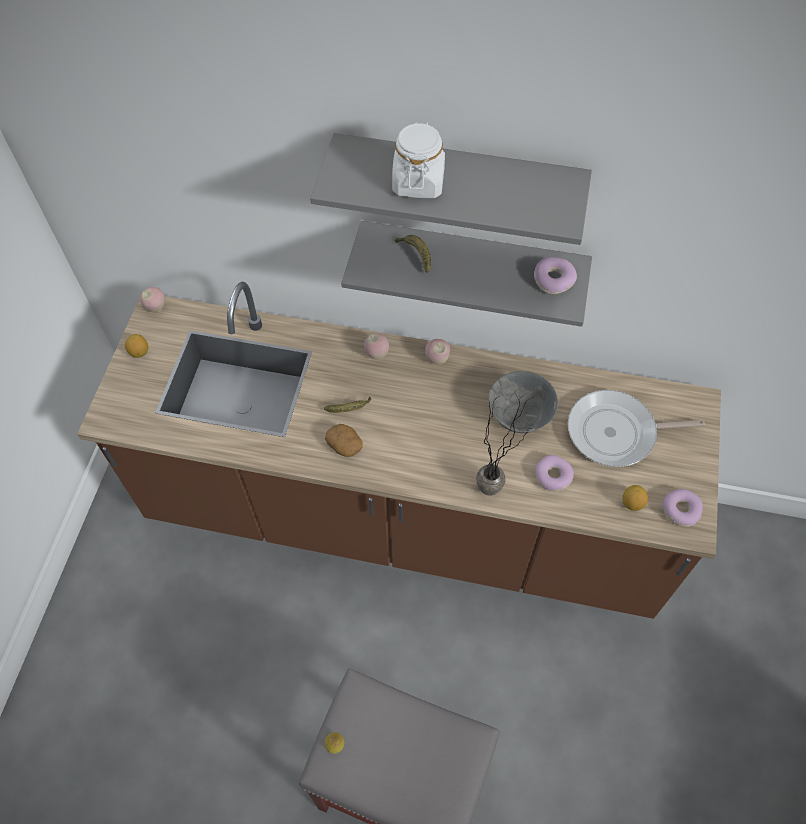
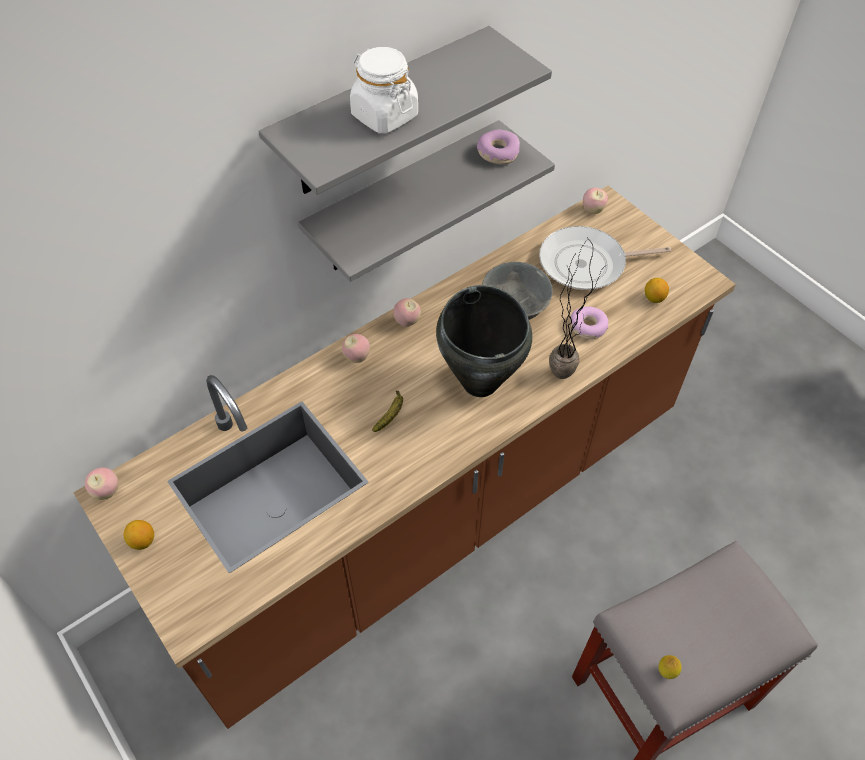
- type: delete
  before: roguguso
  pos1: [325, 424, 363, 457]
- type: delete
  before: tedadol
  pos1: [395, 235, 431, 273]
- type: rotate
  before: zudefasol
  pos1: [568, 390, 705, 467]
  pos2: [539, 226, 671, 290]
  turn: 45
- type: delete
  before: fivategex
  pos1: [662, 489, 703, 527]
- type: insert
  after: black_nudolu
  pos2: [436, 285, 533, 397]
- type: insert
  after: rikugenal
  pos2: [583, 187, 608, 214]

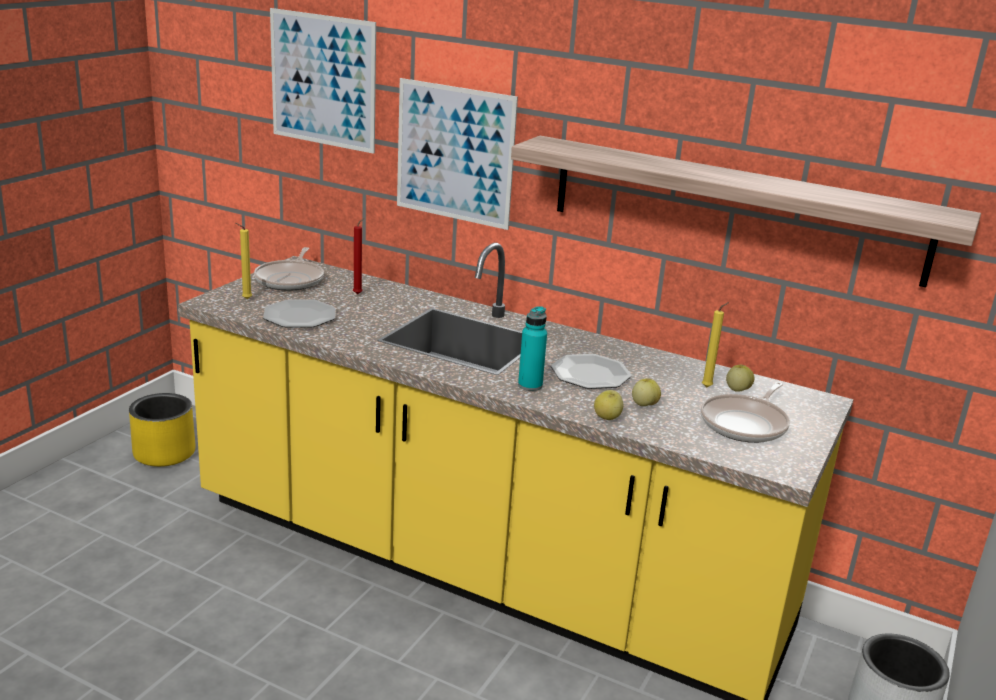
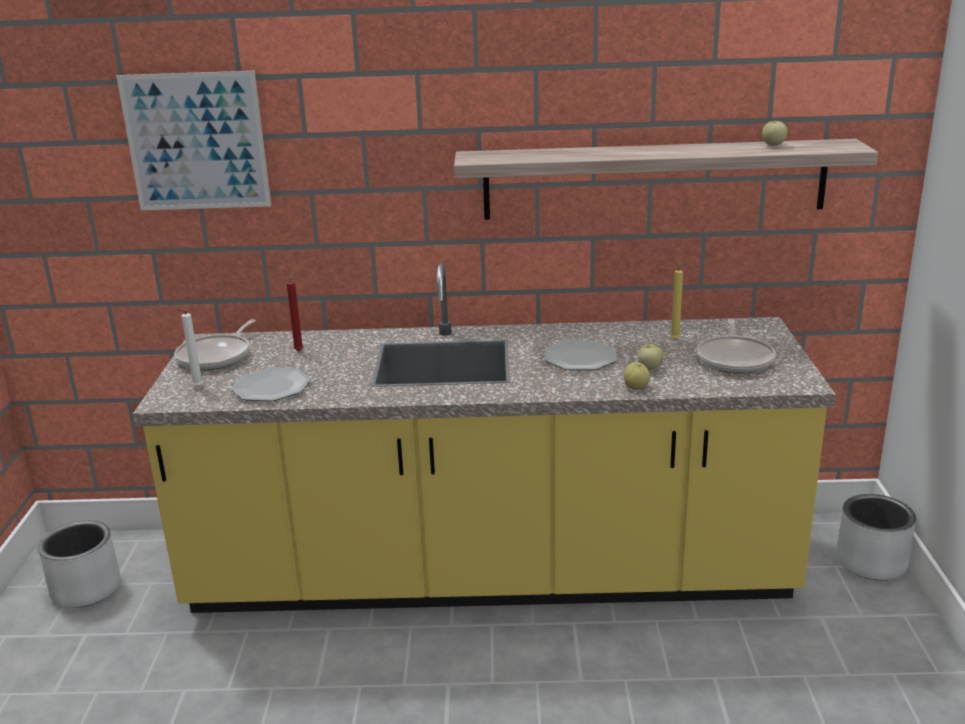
- type: recolor
  before: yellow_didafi
  after: grey_didafi
  pos1: [129, 393, 196, 467]
  pos2: [38, 521, 121, 608]
- type: recolor
  before: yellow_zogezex
  after: white_zogezex
  pos1: [235, 223, 252, 299]
  pos2: [177, 309, 203, 387]
- type: rotate
  before: zudefasol
  pos1: [254, 247, 324, 291]
  pos2: [174, 319, 256, 370]
  turn: 45
- type: delete
  before: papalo
  pos1: [397, 78, 518, 230]
- type: delete
  before: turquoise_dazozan
  pos1: [518, 306, 547, 391]
- type: move
  before: rikugenal
  pos1: [726, 365, 754, 392]
  pos2: [762, 121, 787, 146]

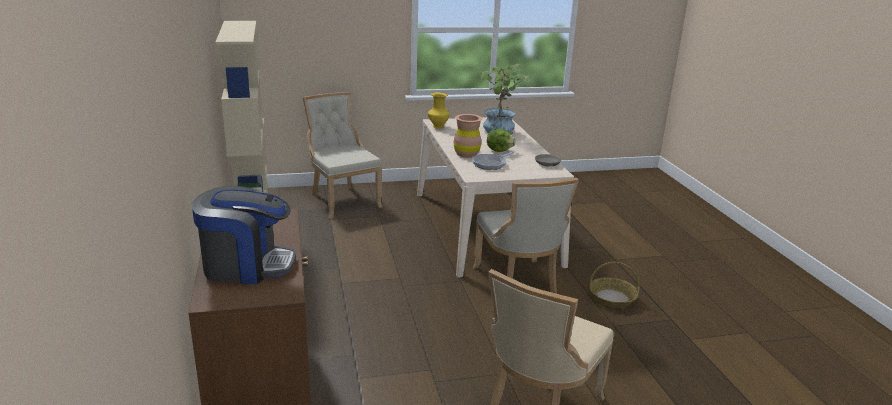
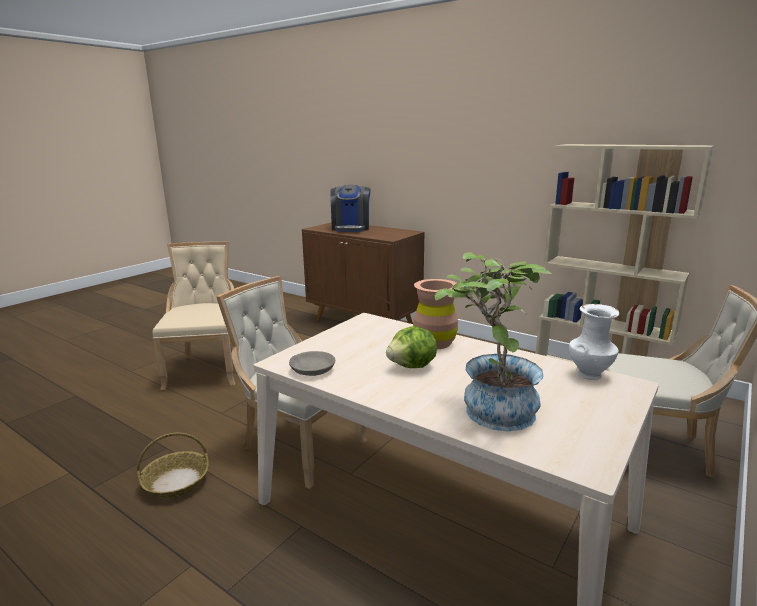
- type: rotate
  before: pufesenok
  pos1: [192, 186, 296, 284]
  pos2: [330, 184, 371, 232]
  turn: -45
- type: recolor
  before: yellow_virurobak
  after: white_virurobak
  pos1: [428, 92, 450, 129]
  pos2: [569, 304, 619, 380]
- type: delete
  before: zudefasol
  pos1: [473, 152, 514, 170]

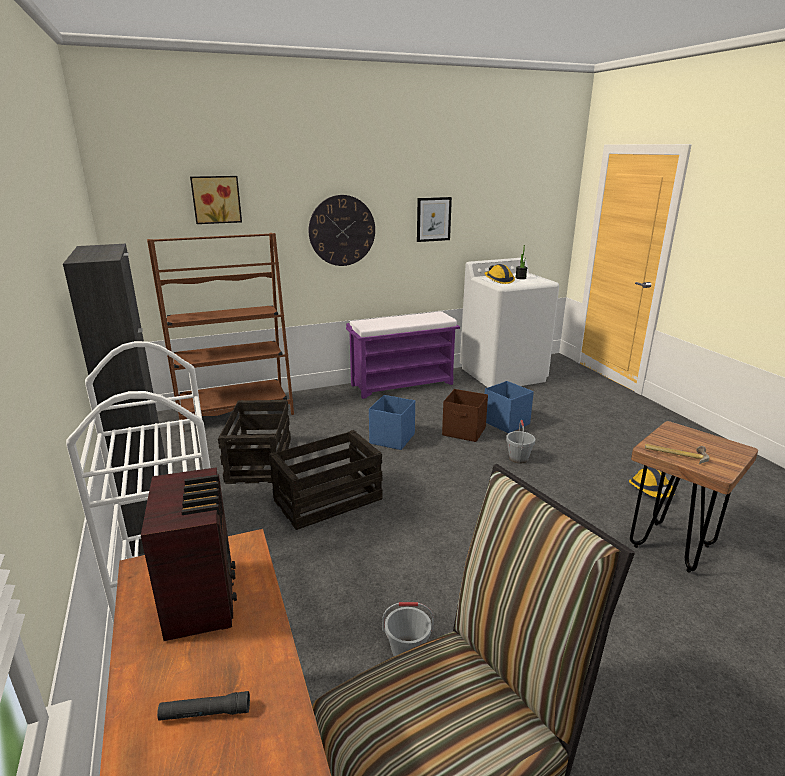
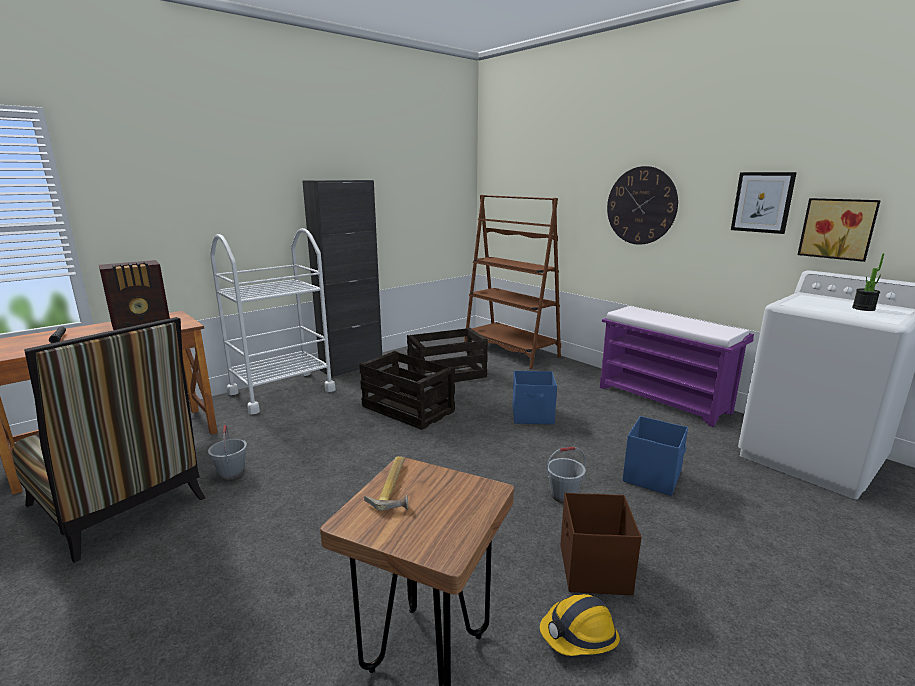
- type: move
  before: papalo
  pos1: [190, 176, 242, 224]
  pos2: [798, 198, 881, 262]
- type: move
  before: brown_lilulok
  pos1: [442, 389, 488, 442]
  pos2: [560, 493, 641, 595]
- type: delete
  before: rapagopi
  pos1: [484, 264, 515, 284]

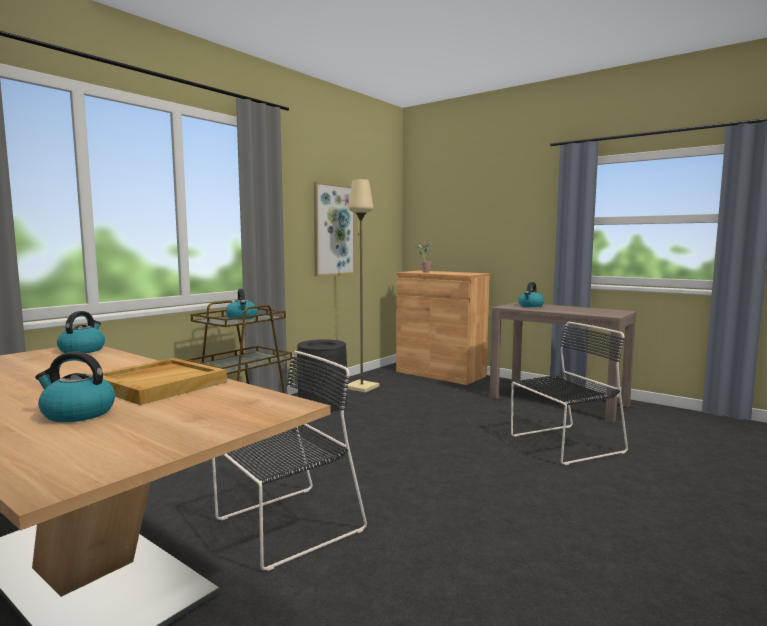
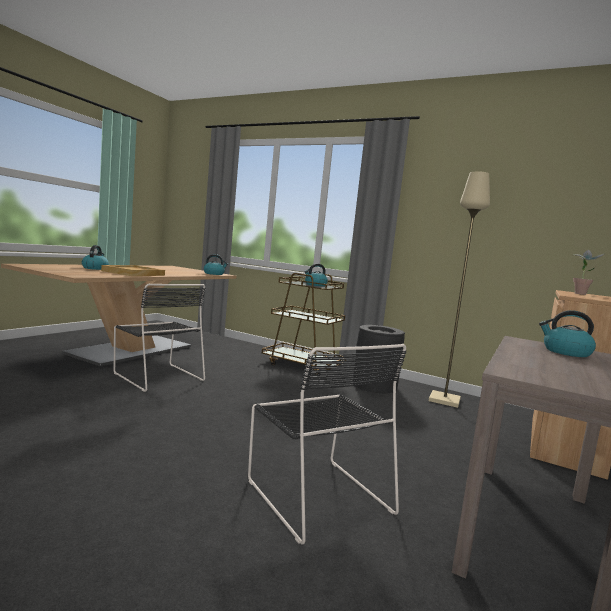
- type: delete
  before: papalo
  pos1: [314, 181, 355, 277]

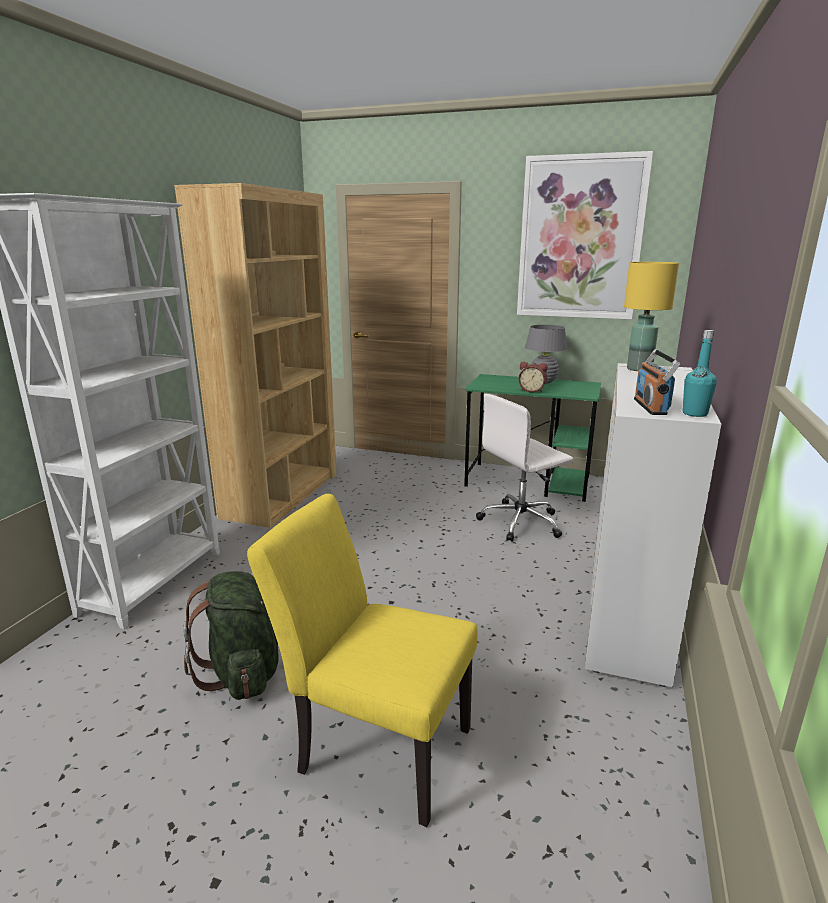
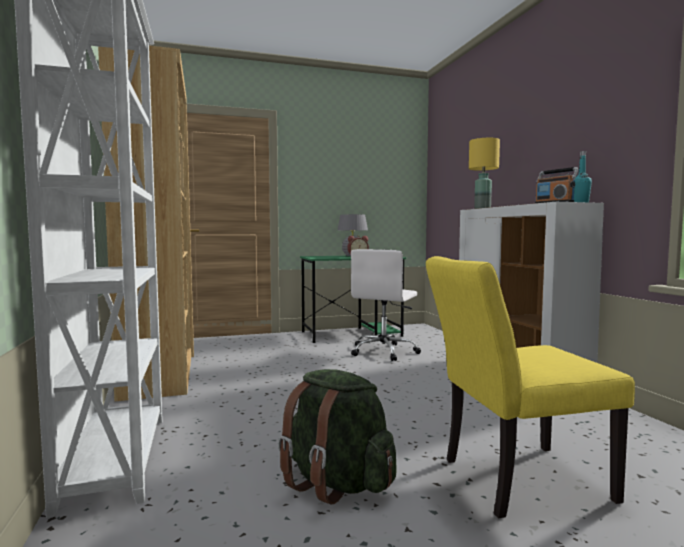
- type: delete
  before: papalo
  pos1: [517, 151, 653, 319]

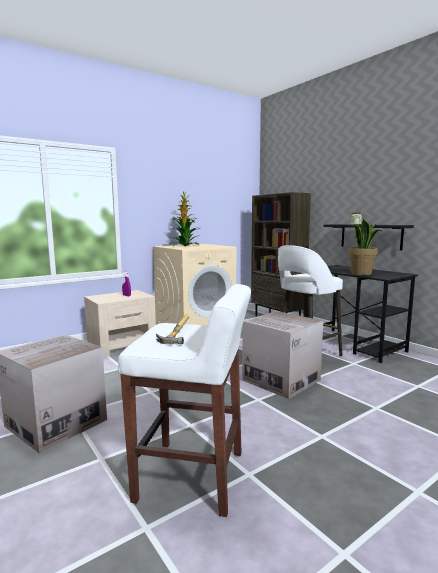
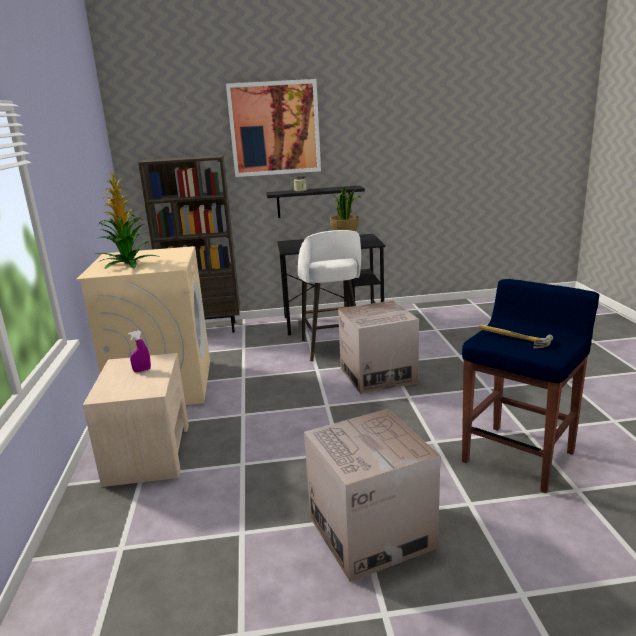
- type: recolor
  before: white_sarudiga
  after: blue_sarudiga
  pos1: [118, 284, 251, 517]
  pos2: [462, 279, 599, 493]
- type: insert
  after: papalo
  pos2: [226, 79, 321, 177]

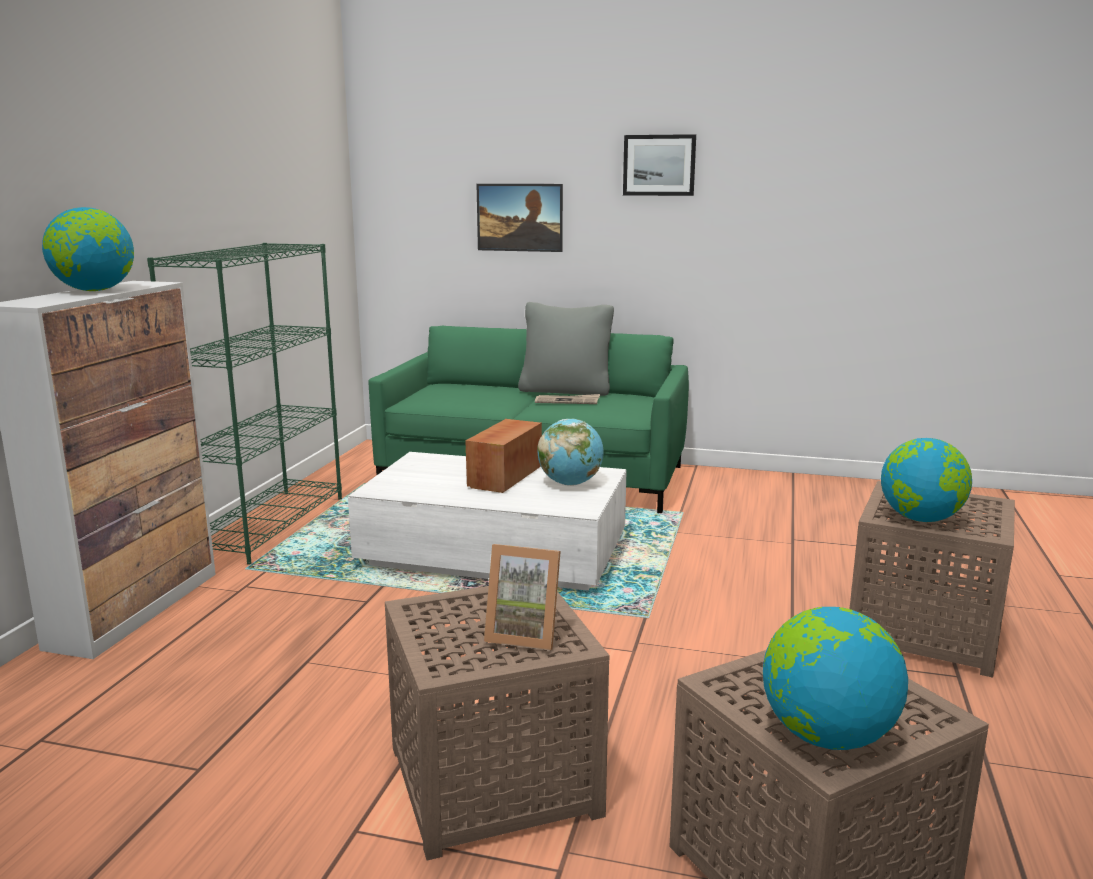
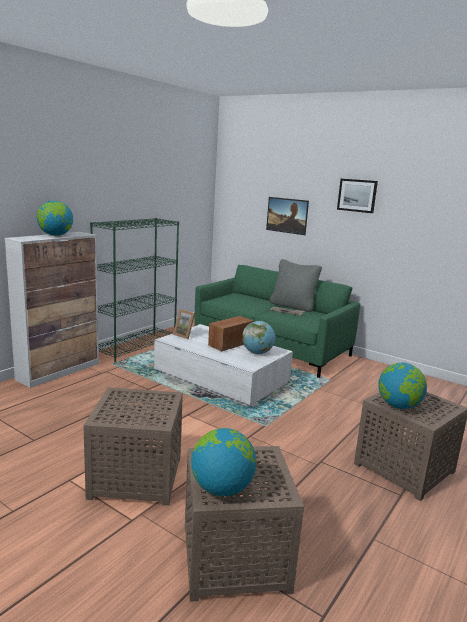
- type: move
  before: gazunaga
  pos1: [484, 544, 561, 651]
  pos2: [173, 309, 195, 339]

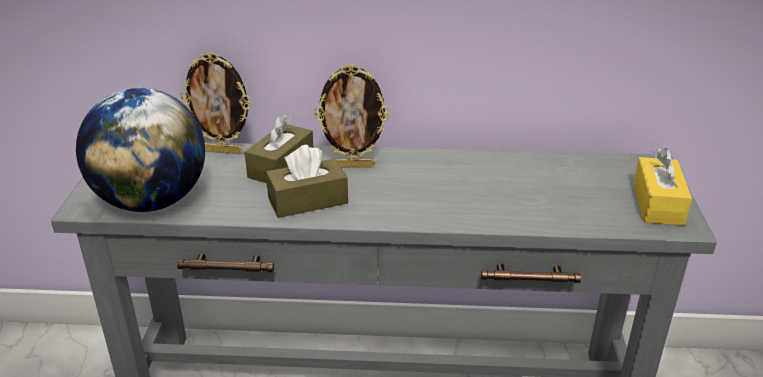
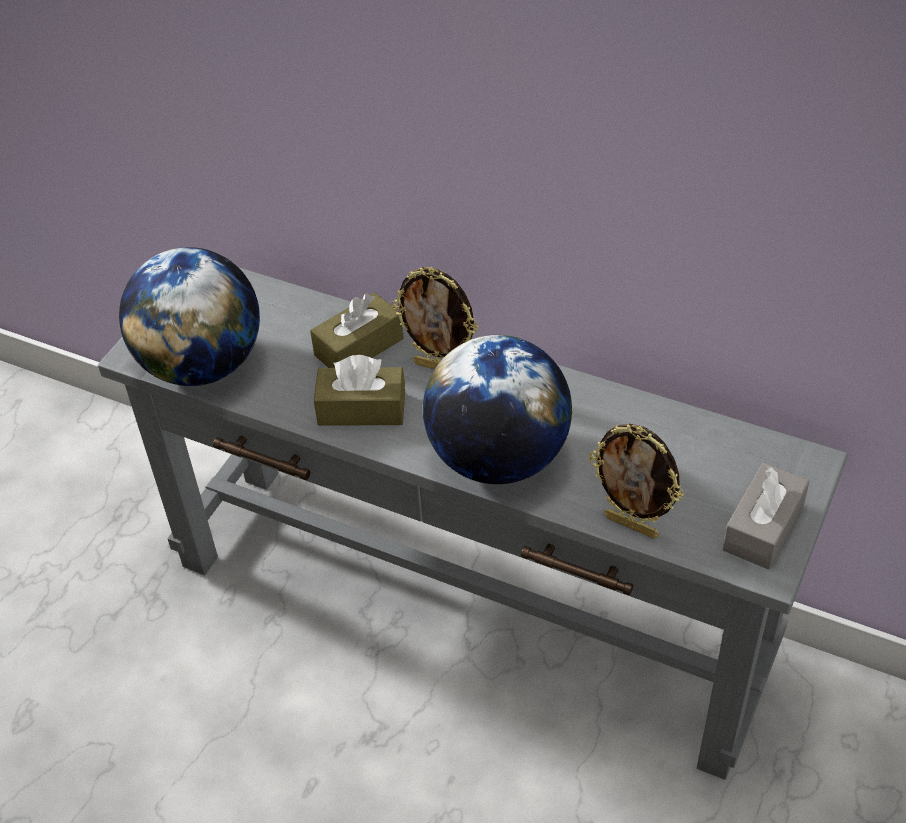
- type: move
  before: gazunaga
  pos1: [180, 52, 251, 154]
  pos2: [589, 424, 684, 539]
- type: recolor
  before: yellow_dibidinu
  after: grey_dibidinu
  pos1: [633, 148, 692, 226]
  pos2: [723, 463, 810, 570]
- type: insert
  after: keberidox
  pos2: [423, 335, 572, 484]

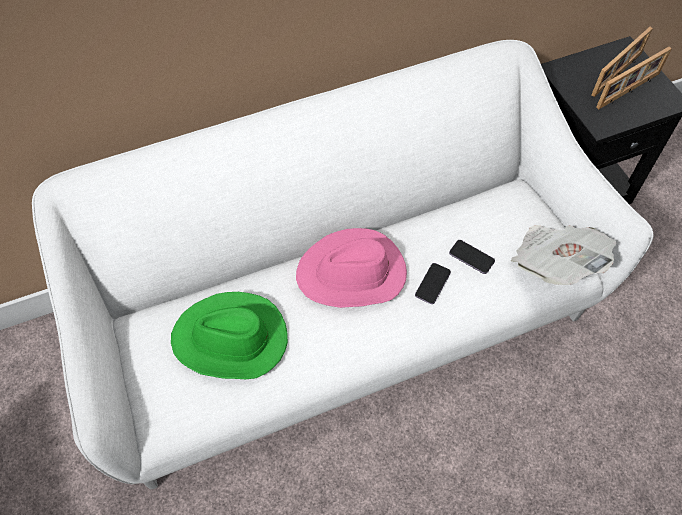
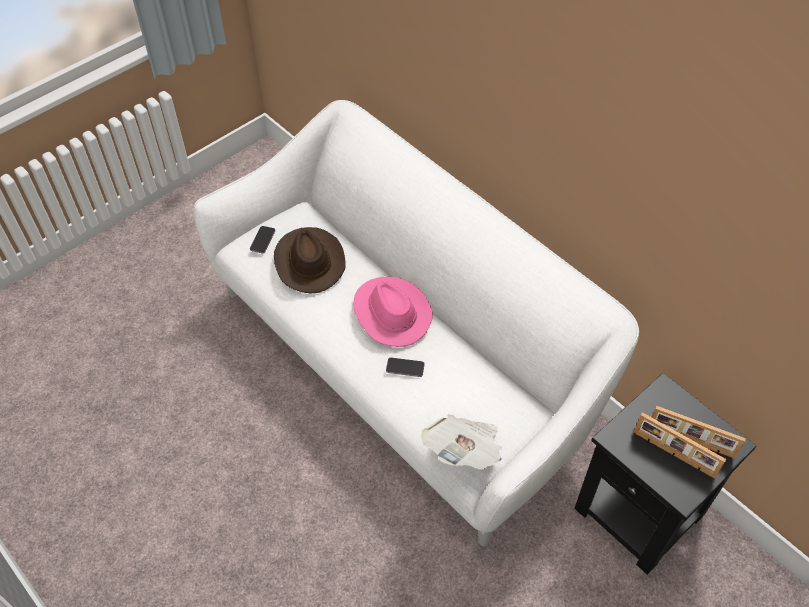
- type: recolor
  before: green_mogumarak
  after: brown_mogumarak
  pos1: [171, 292, 288, 379]
  pos2: [274, 227, 346, 293]
- type: move
  before: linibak
  pos1: [449, 240, 495, 274]
  pos2: [250, 226, 275, 253]

